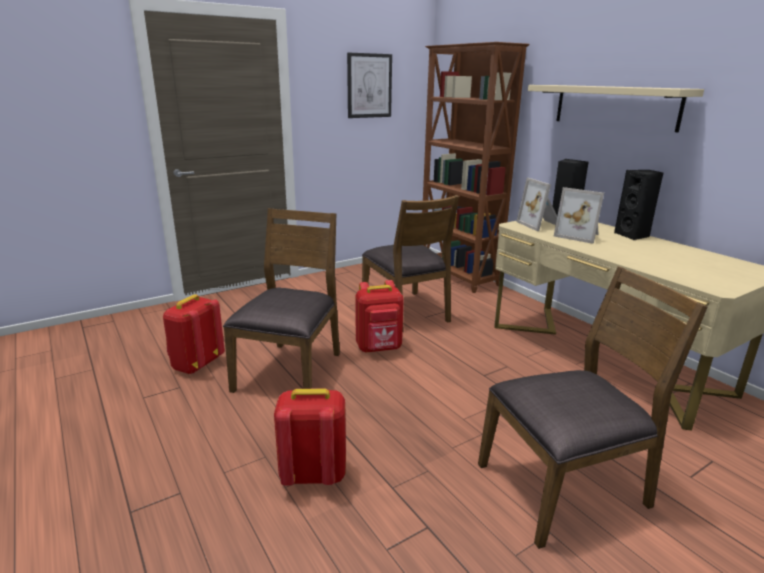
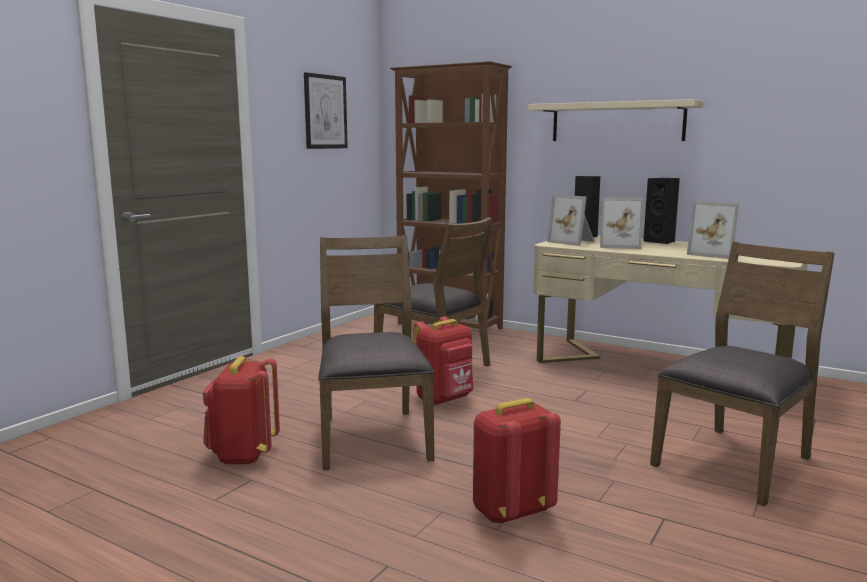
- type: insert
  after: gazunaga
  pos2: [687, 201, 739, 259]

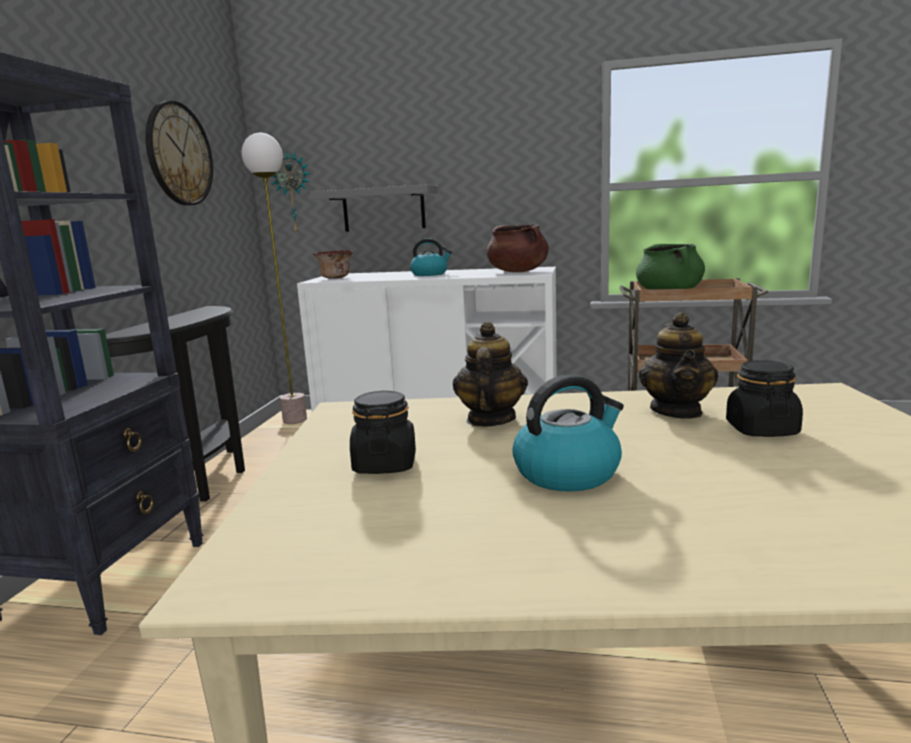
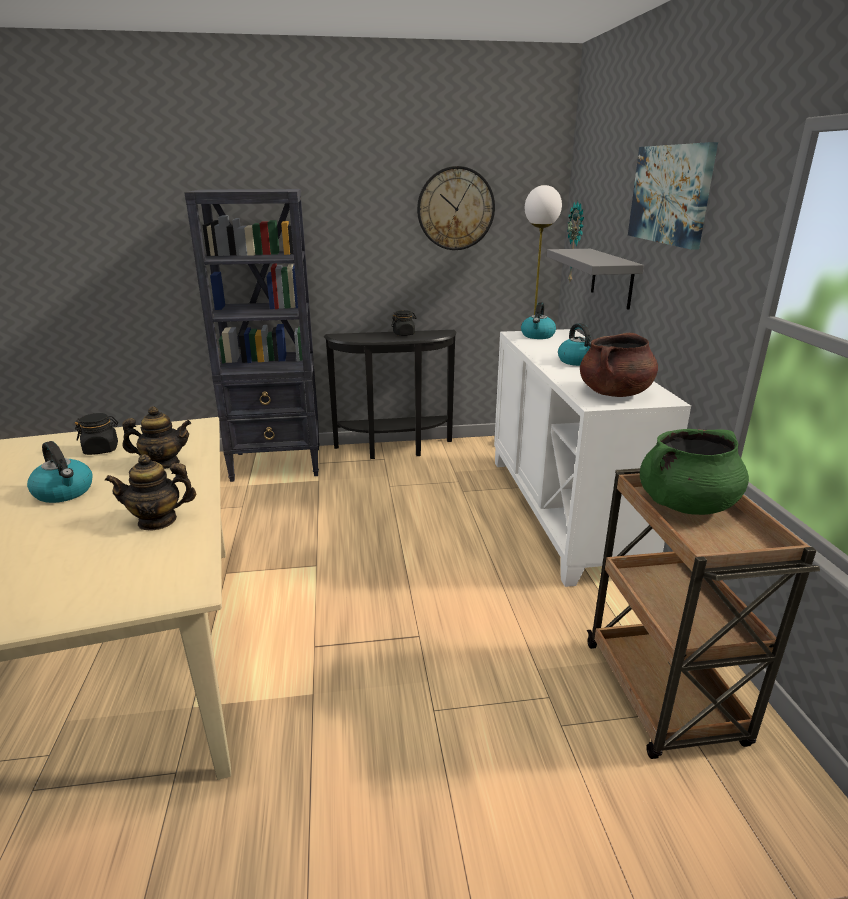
- type: replace
  before: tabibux
  after: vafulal
  pos1: [313, 250, 353, 279]
  pos2: [521, 302, 556, 339]
- type: move
  before: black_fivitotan
  pos1: [726, 360, 803, 437]
  pos2: [391, 310, 416, 336]
- type: insert
  after: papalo
  pos2: [628, 142, 718, 250]

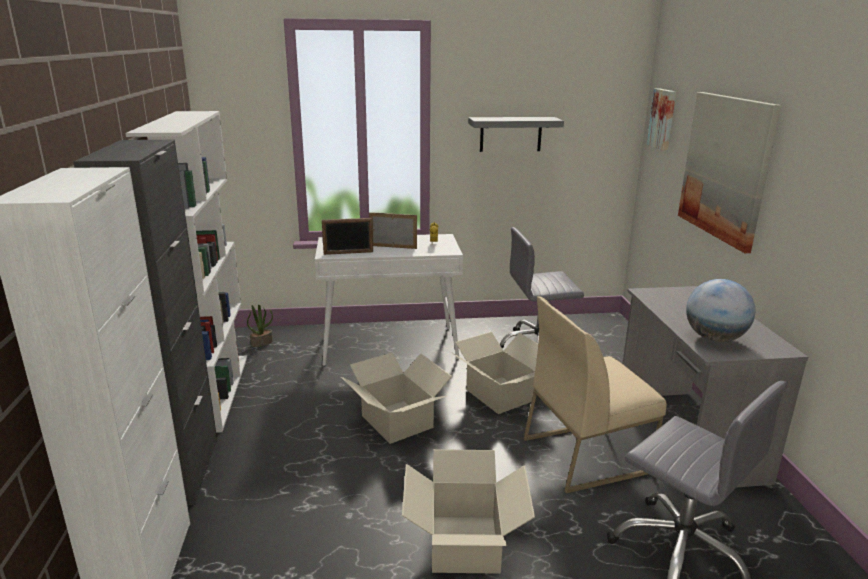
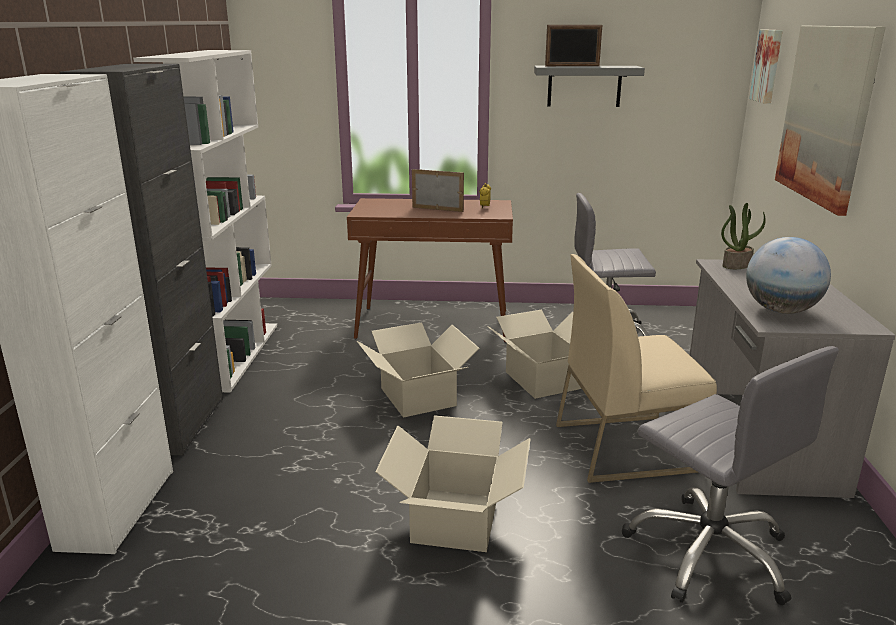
- type: move
  before: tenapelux
  pos1: [247, 305, 273, 347]
  pos2: [721, 203, 766, 269]
- type: recolor
  before: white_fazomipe
  after: brown_fazomipe
  pos1: [315, 234, 463, 366]
  pos2: [347, 198, 513, 343]
- type: move
  before: gazunaga
  pos1: [322, 218, 373, 255]
  pos2: [545, 25, 602, 66]

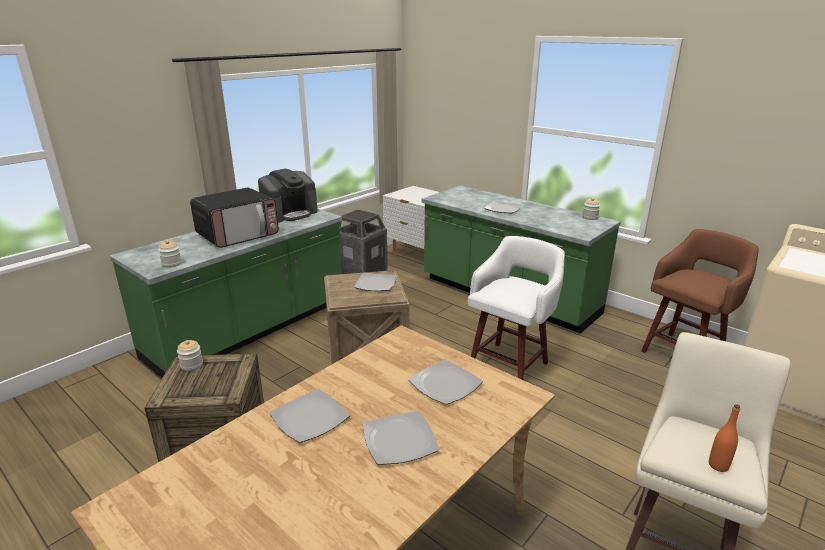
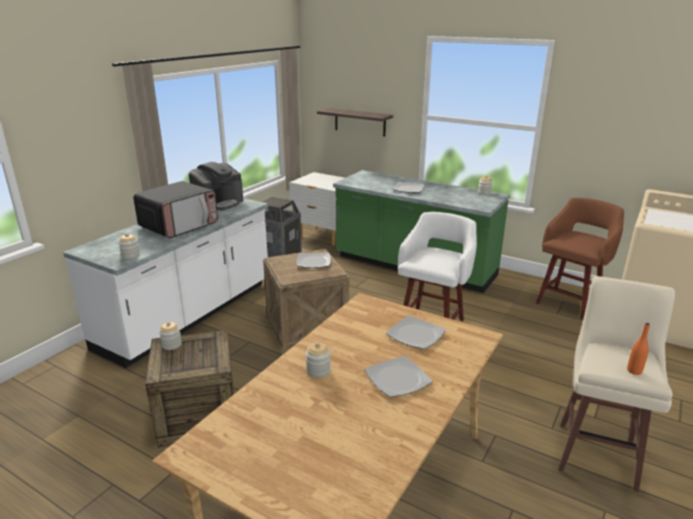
- type: recolor
  before: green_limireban
  after: white_limireban
  pos1: [110, 209, 342, 378]
  pos2: [63, 198, 268, 368]
- type: replace
  before: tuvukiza
  after: fivitotan
  pos1: [269, 389, 350, 443]
  pos2: [306, 342, 331, 378]
- type: insert
  after: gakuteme
  pos2: [317, 108, 393, 136]

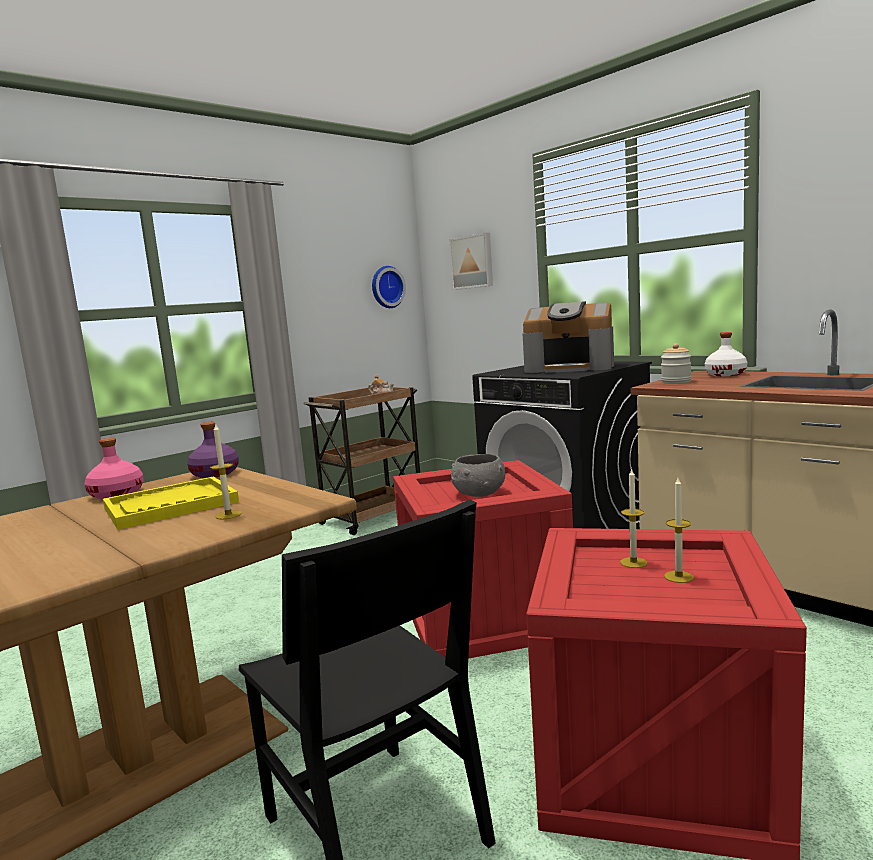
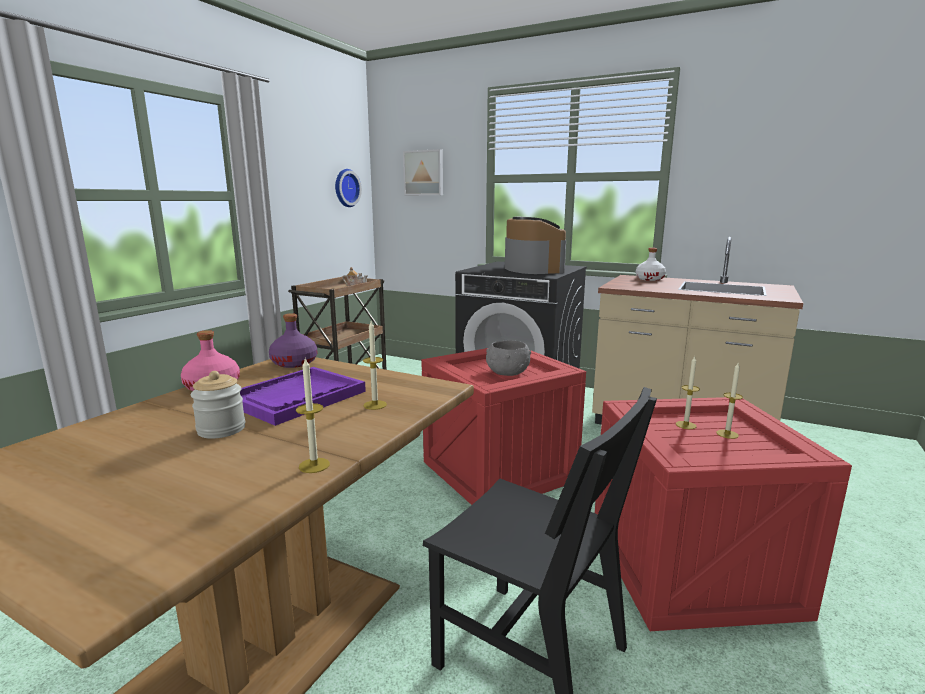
- type: recolor
  before: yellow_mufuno
  after: purple_mufuno
  pos1: [103, 476, 239, 530]
  pos2: [240, 367, 366, 426]
- type: rotate
  before: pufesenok
  pos1: [522, 301, 614, 373]
  pos2: [505, 217, 566, 274]
  turn: -105
- type: move
  before: fivitotan
  pos1: [661, 343, 691, 384]
  pos2: [191, 371, 245, 439]
- type: insert
  after: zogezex
  pos2: [296, 358, 330, 473]

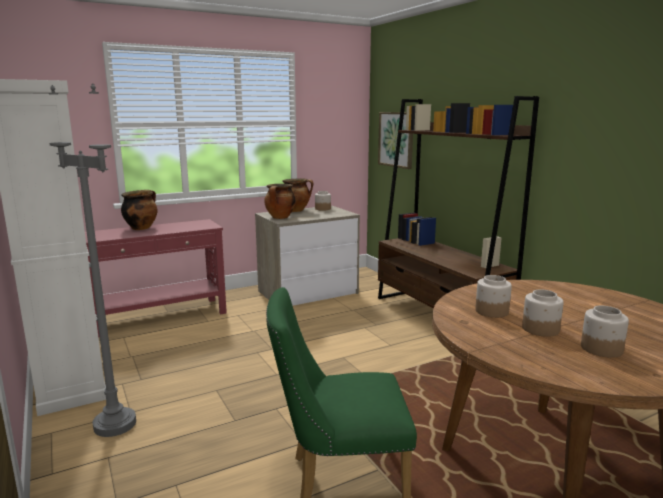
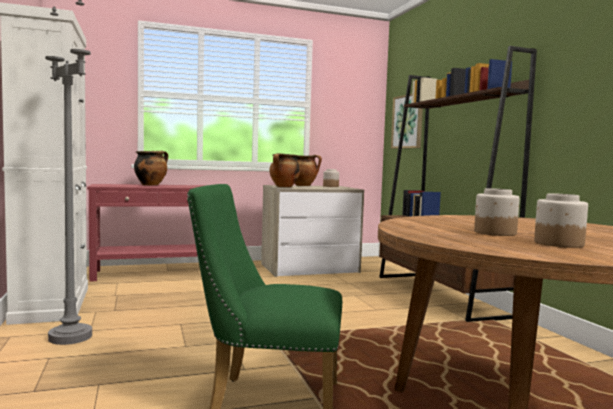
- type: delete
  before: fivitotan
  pos1: [475, 275, 512, 318]

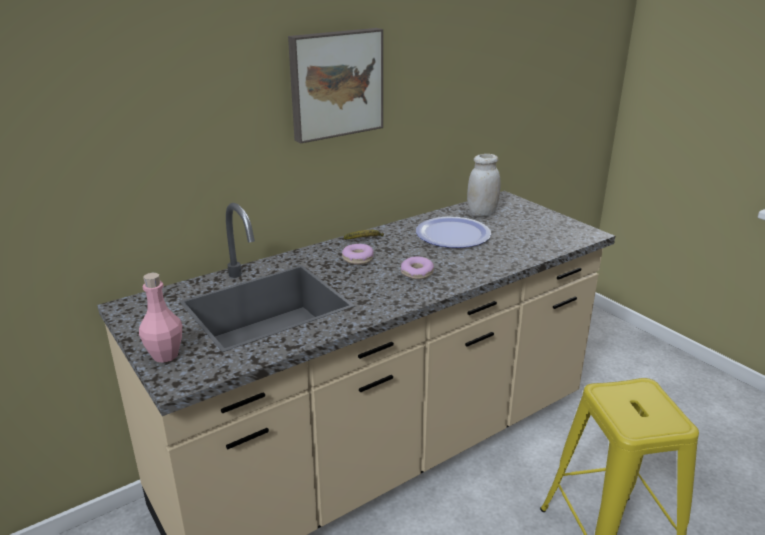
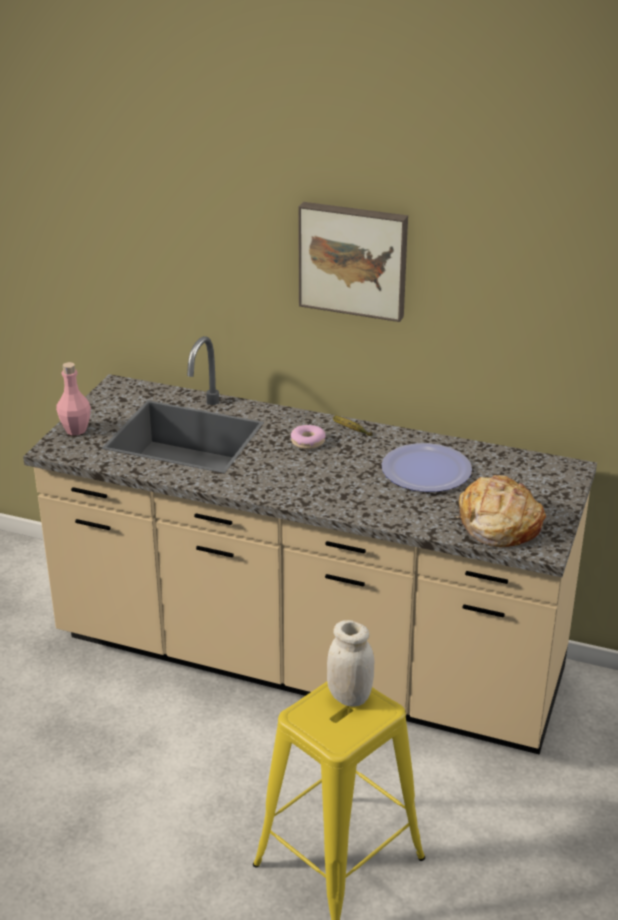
- type: delete
  before: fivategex
  pos1: [401, 257, 434, 279]
- type: move
  before: white_fivitotan
  pos1: [467, 154, 501, 217]
  pos2: [327, 620, 374, 706]
- type: insert
  after: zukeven
  pos2: [456, 475, 546, 547]

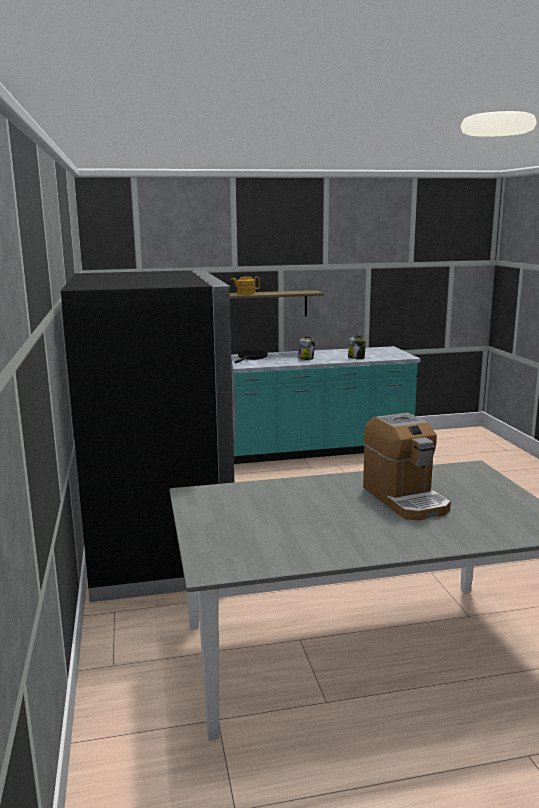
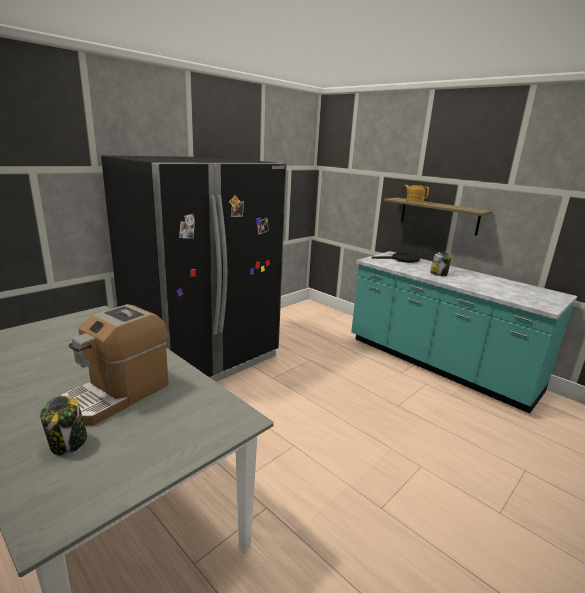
- type: move
  before: fivitotan
  pos1: [348, 335, 366, 359]
  pos2: [40, 396, 87, 455]

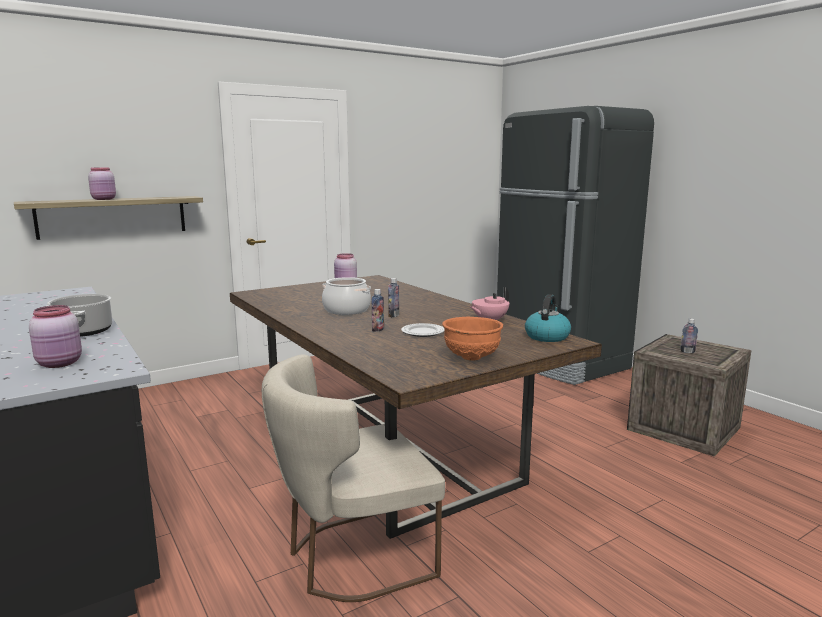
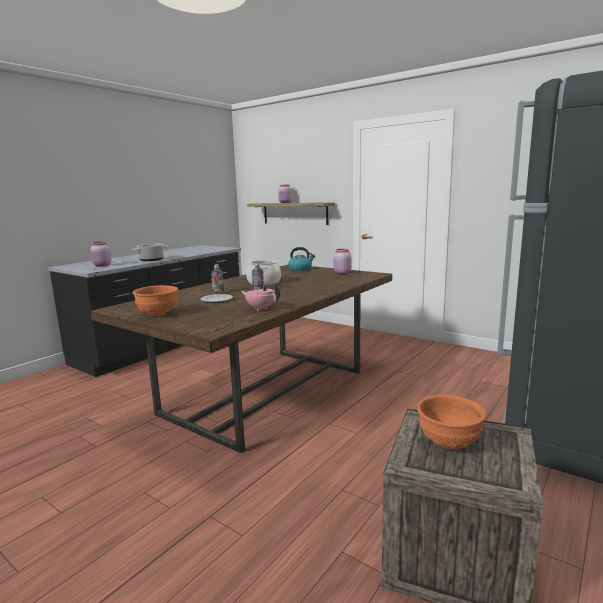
- type: delete
  before: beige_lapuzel
  pos1: [262, 354, 445, 602]
- type: move
  before: vafulal
  pos1: [525, 294, 571, 342]
  pos2: [288, 247, 315, 271]
- type: replace
  before: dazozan
  after: orange_tabibux
  pos1: [680, 319, 698, 353]
  pos2: [417, 395, 486, 449]

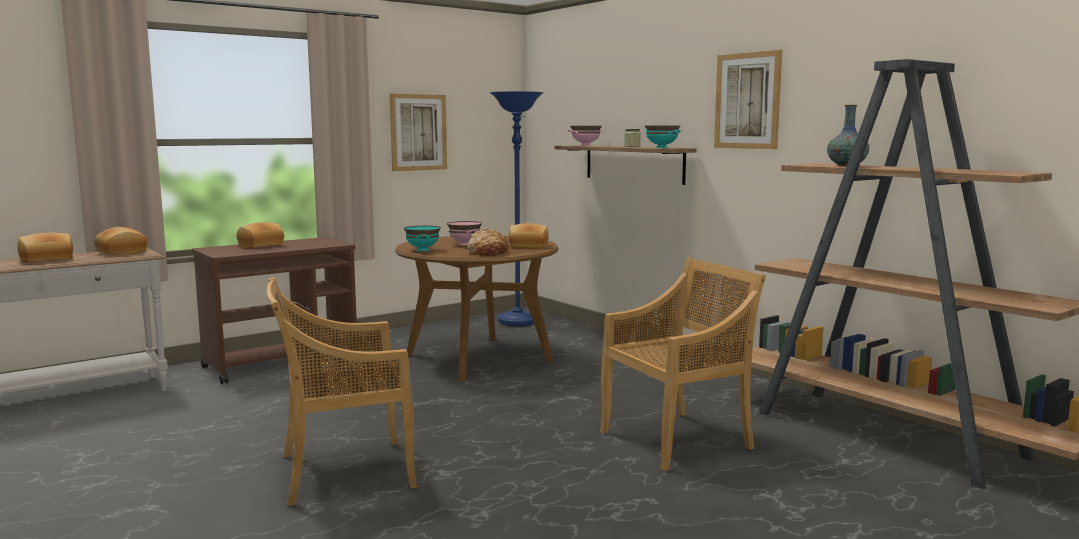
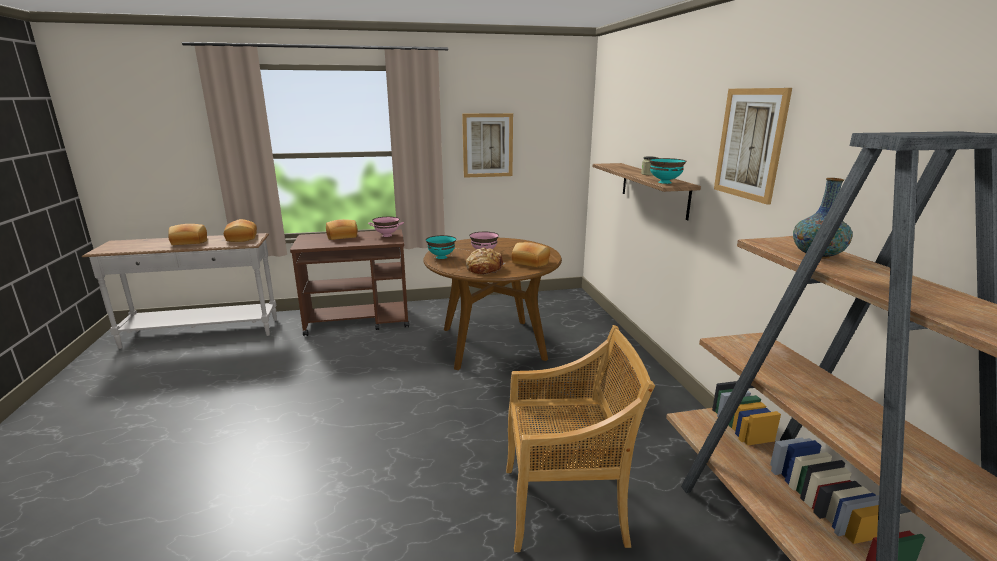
- type: delete
  before: beige_lapuzel
  pos1: [267, 277, 417, 506]
- type: delete
  before: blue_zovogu
  pos1: [490, 91, 544, 326]
- type: move
  before: pink_tabibux
  pos1: [568, 126, 604, 146]
  pos2: [368, 217, 404, 237]

